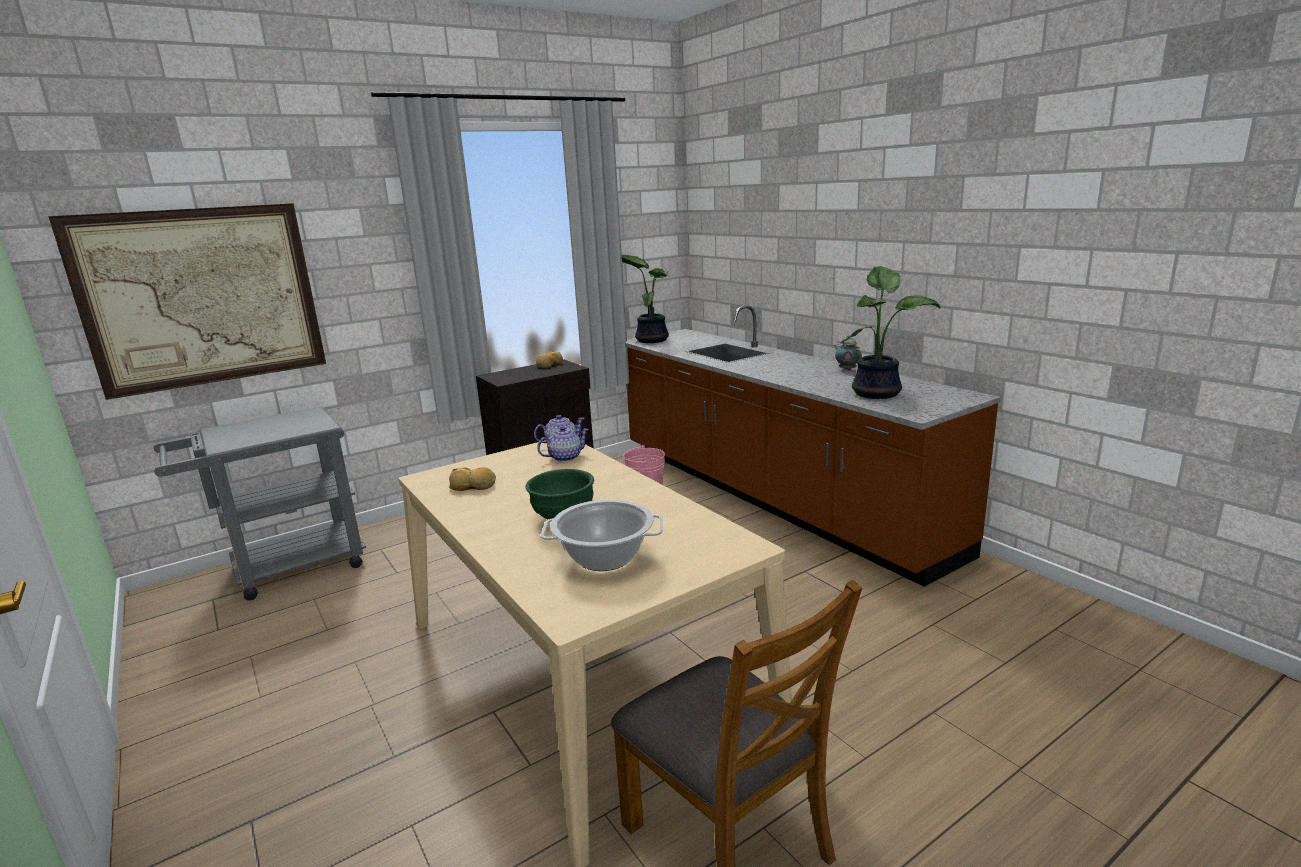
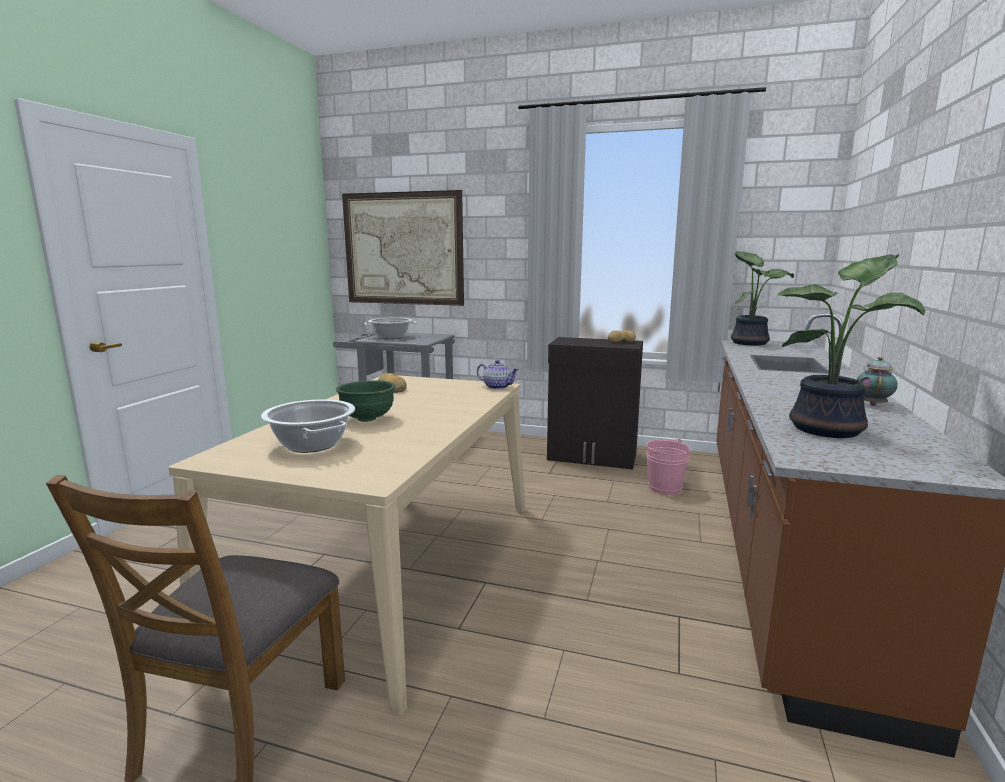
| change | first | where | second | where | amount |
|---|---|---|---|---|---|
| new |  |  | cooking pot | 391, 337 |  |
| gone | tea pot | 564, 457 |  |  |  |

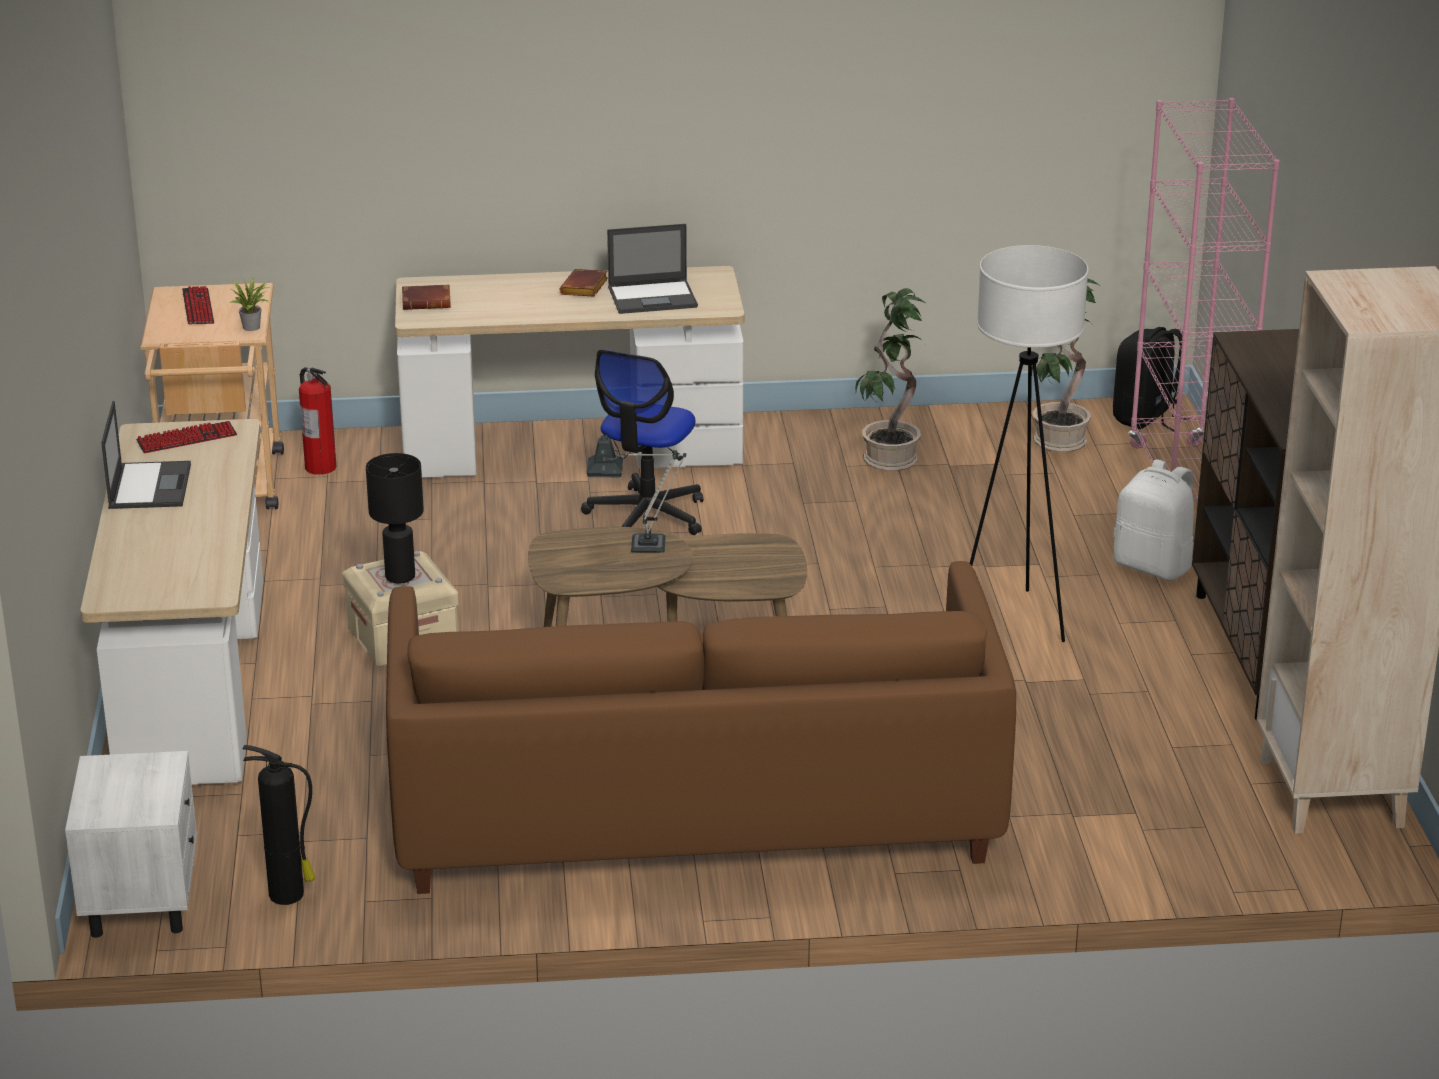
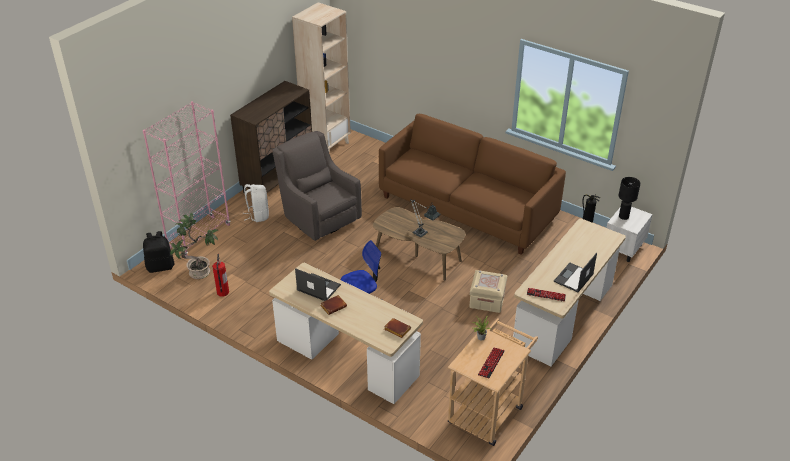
| change | first | where | second | where | amount |
|---|---|---|---|---|---|
| shifted | extinguisher | 320, 467 |  | 223, 292 |  |
| swapped | white floor lamp | 1013, 620 | greyish lounge chair | 319, 218 |  |
| shifted | black tabletop lamp | 400, 577 |  | 623, 216 |  |
| gone | plant in a pot | 888, 458 |  |  |  |

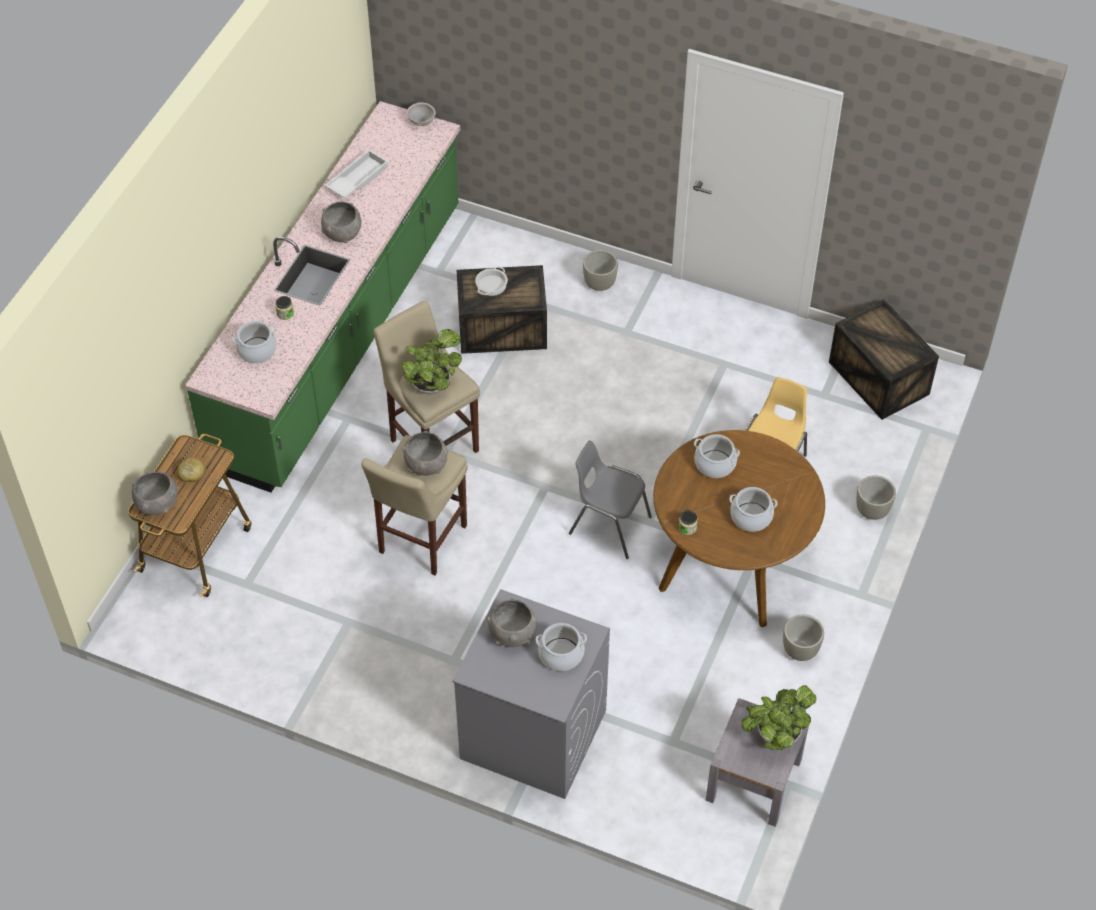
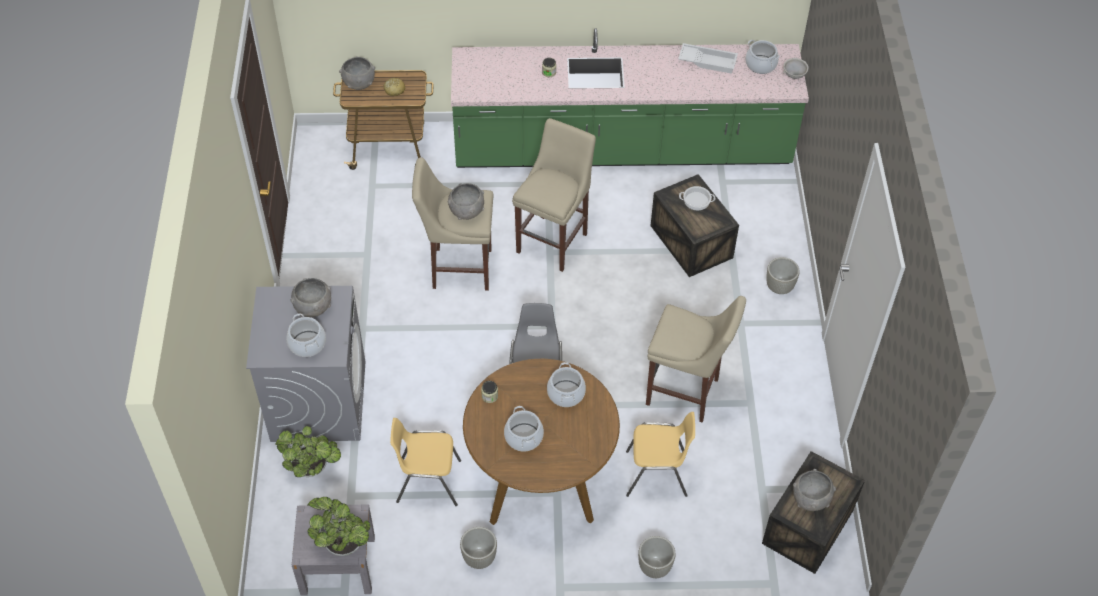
| change | first | where | second | where | amount |
|---|---|---|---|---|---|
| shifted | plant in a pot | 433, 384 |  | 313, 468 |  |
| new |  |  | yellow-coloured chair | 428, 481 |  |
| new |  |  | sand-coloured stool seat | 686, 393 |  |
| shifted | cooking pot | 257, 350 |  | 760, 65 |  |
| shifted | greyish serving bowl | 342, 234 |  | 810, 499 |  |

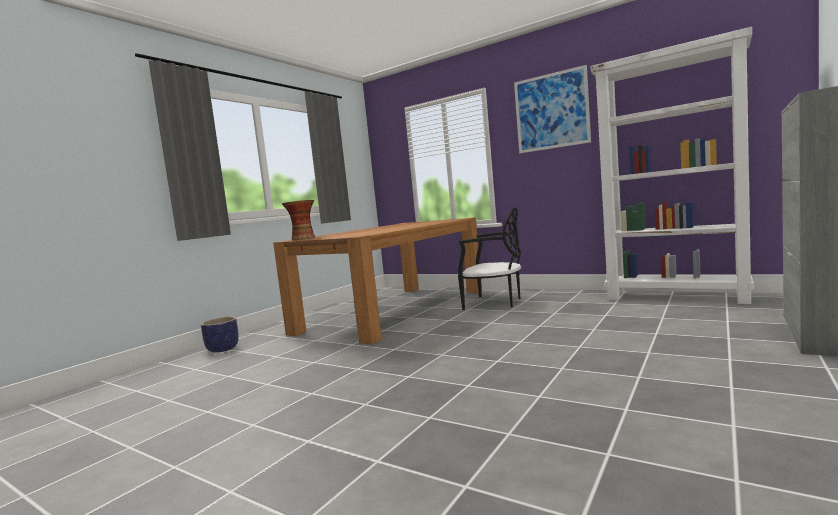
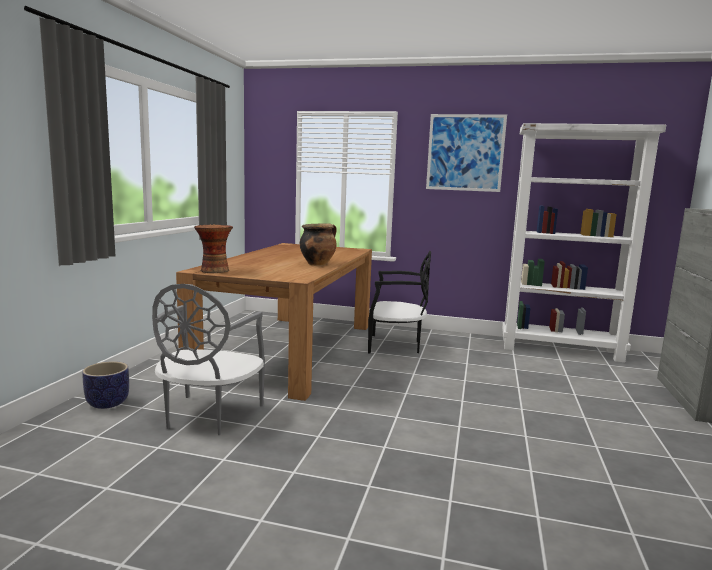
| change | first | where | second | where | amount |
|---|---|---|---|---|---|
| new |  |  | greyish chair | 208, 416 |  |
| new |  |  | cooking pot | 318, 264 |  |

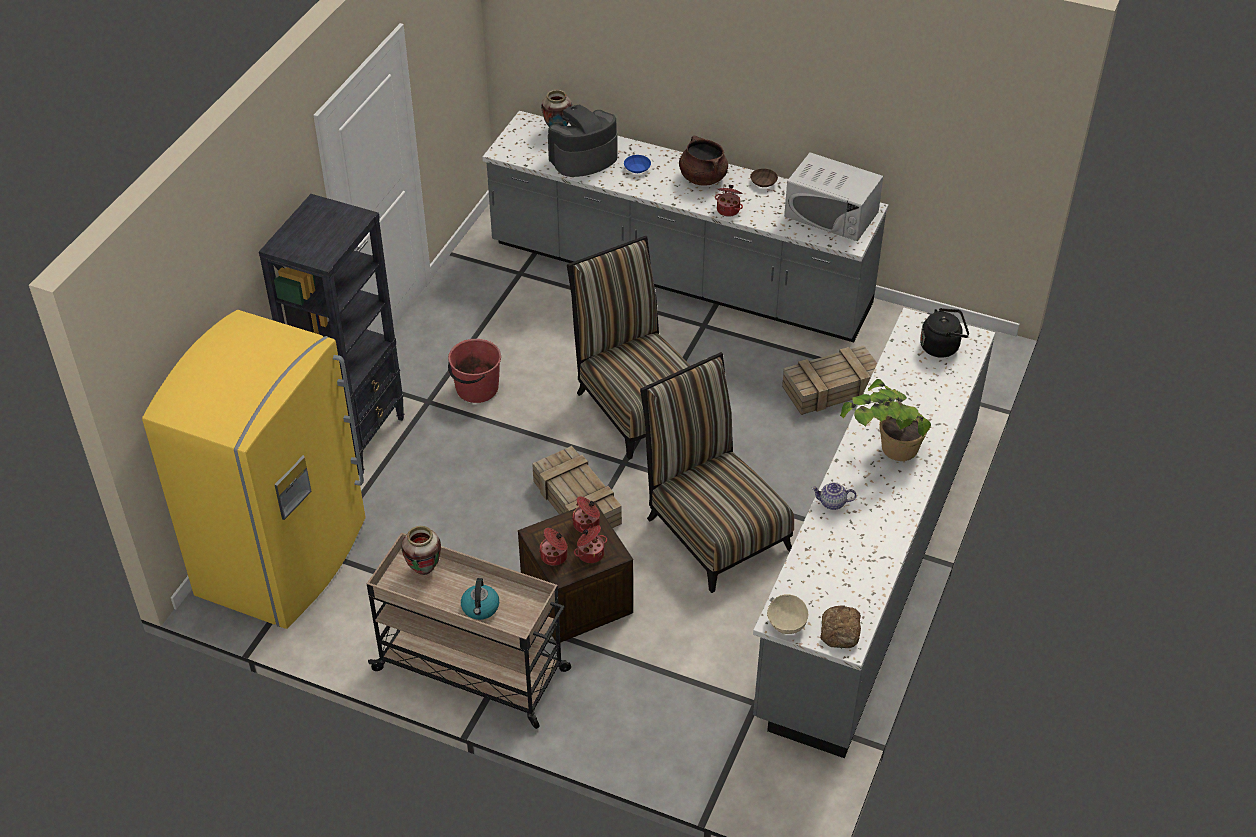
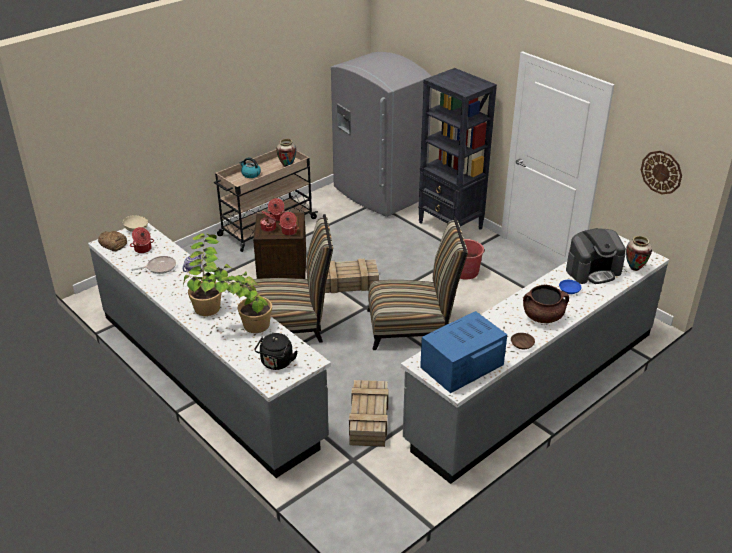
| change | first | where | second | where | amount |
|---|---|---|---|---|---|
| shifted | cooking pot | 728, 209 |  | 143, 249 |  |
| new |  |  | pan | 159, 267 |  |
| new |  |  | plant in a pot | 242, 325 |  |
| repainted | yellow-coloured kitchen fridge | 285, 558 | greyish kitchen fridge | 378, 194 |  |
| repainted | white microwave oven | 831, 214 | blue-coloured microwave oven | 461, 366 |  |
| rotated | coffee brewer | 583, 158 |  | 593, 271 | 75 degrees clockwise |
| new |  |  | clock on the wall | 661, 172 |  |

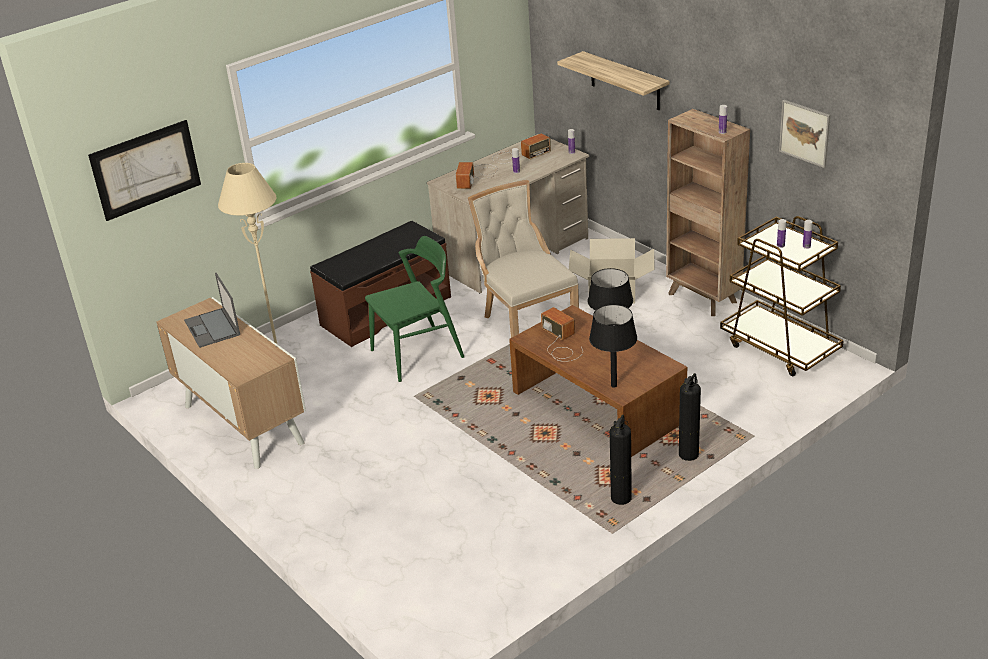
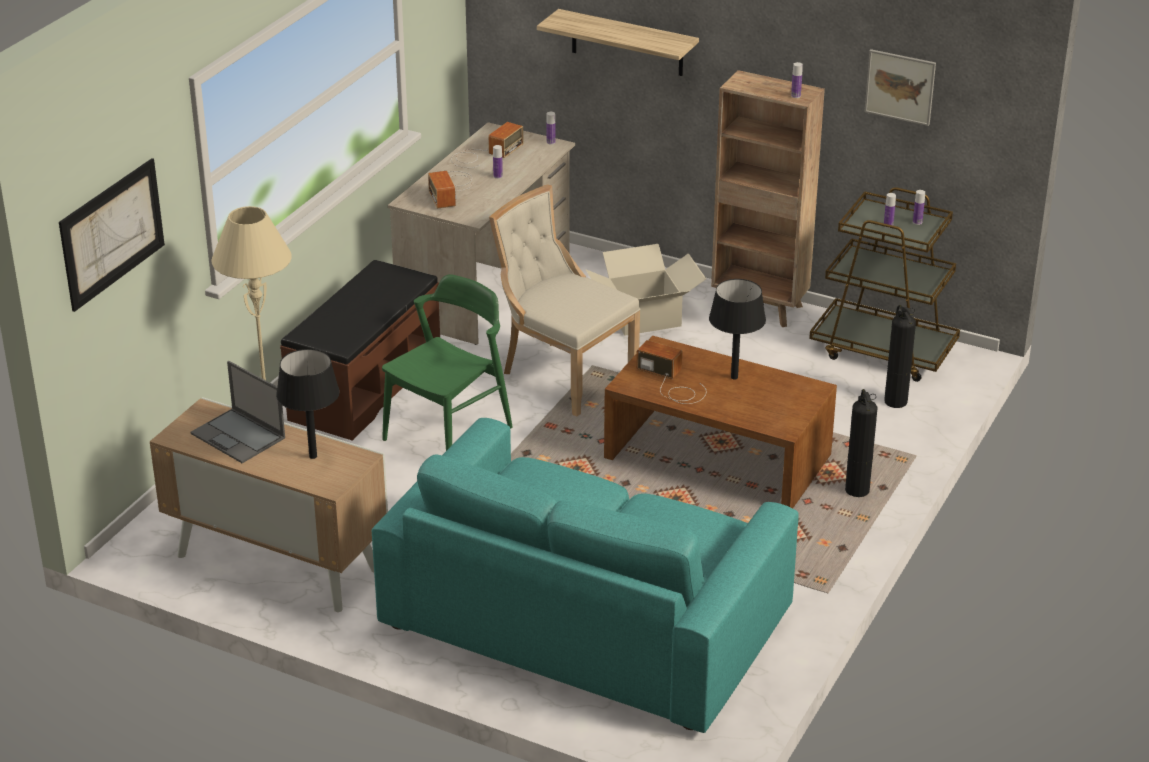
| change | first | where | second | where | amount |
|---|---|---|---|---|---|
| shifted | black tabletop lamp | 614, 385 |  | 313, 456 |  |
| new |  |  | turquoise sofa | 587, 616 |  |
| shifted | extinguisher | 621, 497 |  | 895, 401 |  |

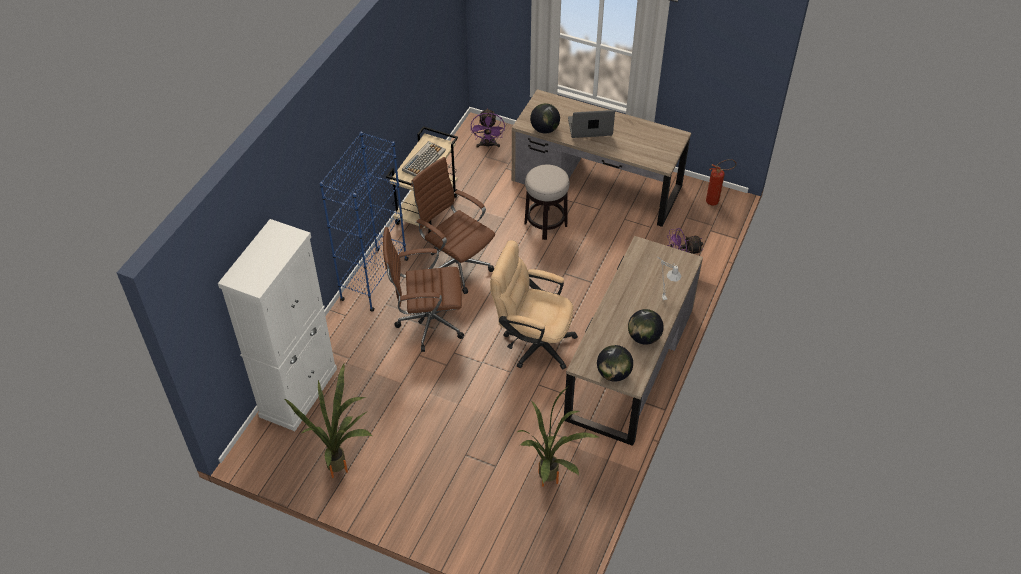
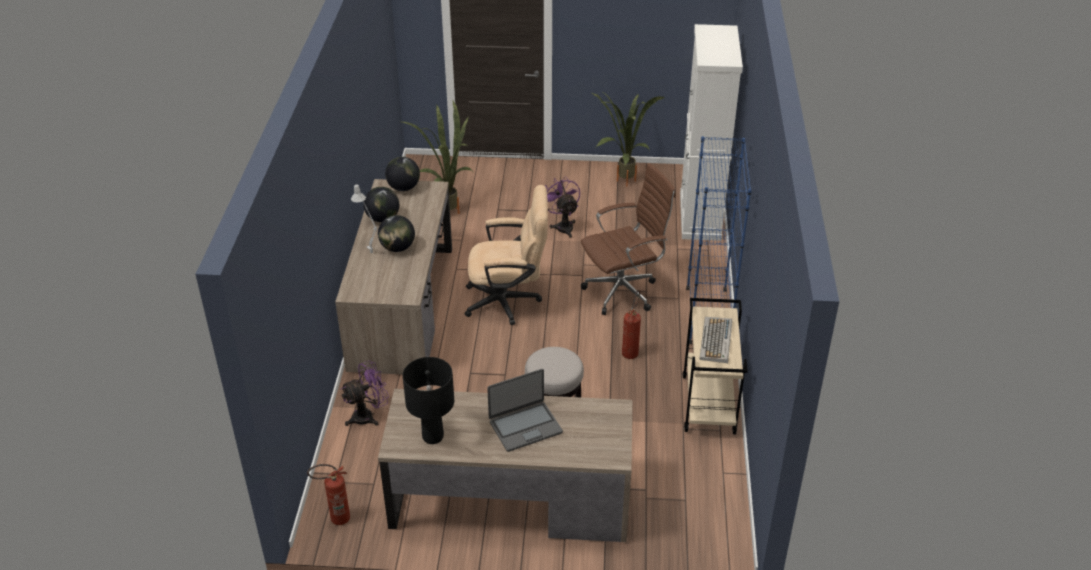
| change | first | where | second | where | amount |
|---|---|---|---|---|---|
| shifted | globe | 544, 129 |  | 397, 248 |  |
| new |  |  | black tabletop lamp | 432, 436 |  |
| shifted | purple electric fan | 488, 145 |  | 563, 226 |  |
| swapped | brown computer chair | 456, 266 | extinguisher | 631, 351 |  |

